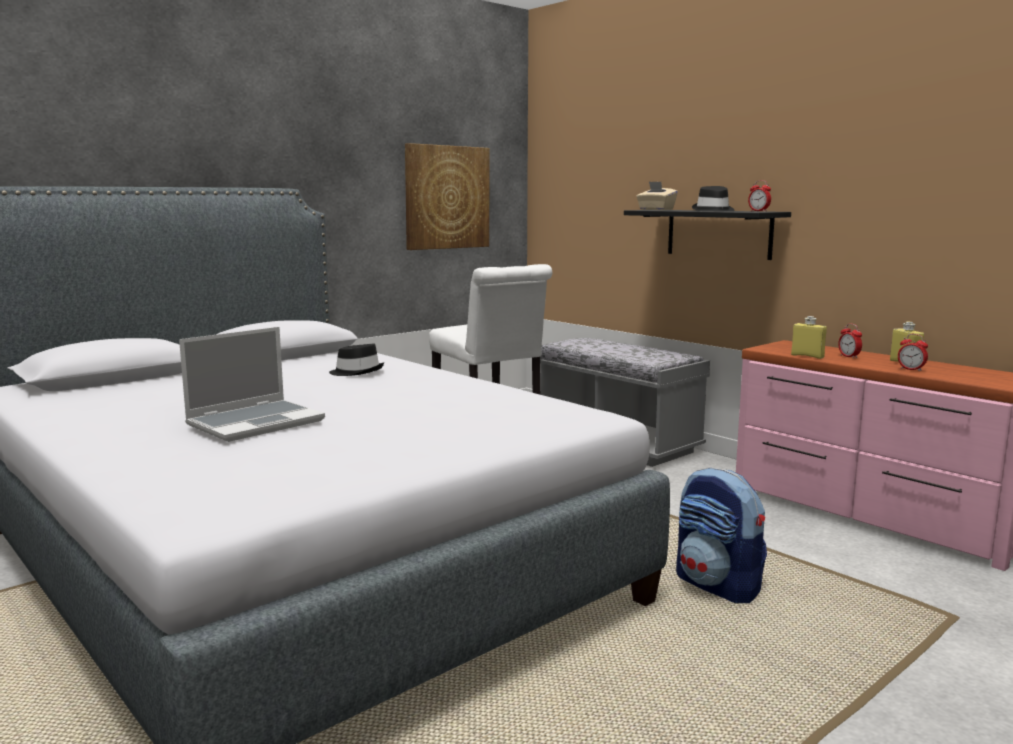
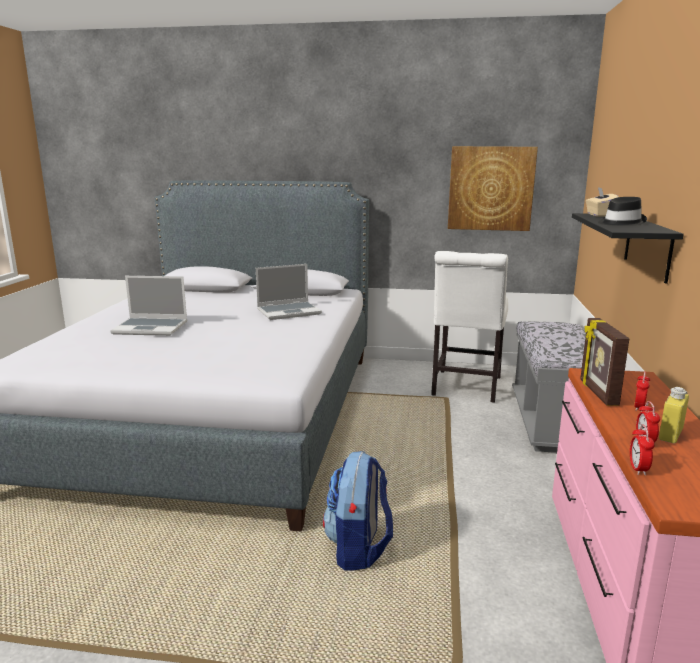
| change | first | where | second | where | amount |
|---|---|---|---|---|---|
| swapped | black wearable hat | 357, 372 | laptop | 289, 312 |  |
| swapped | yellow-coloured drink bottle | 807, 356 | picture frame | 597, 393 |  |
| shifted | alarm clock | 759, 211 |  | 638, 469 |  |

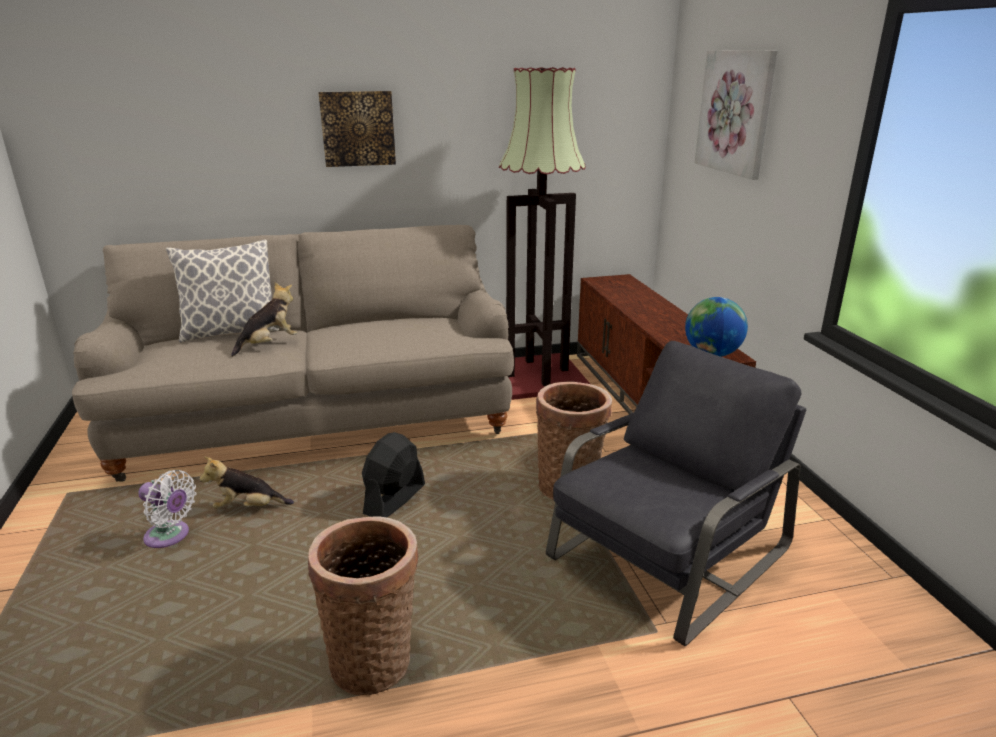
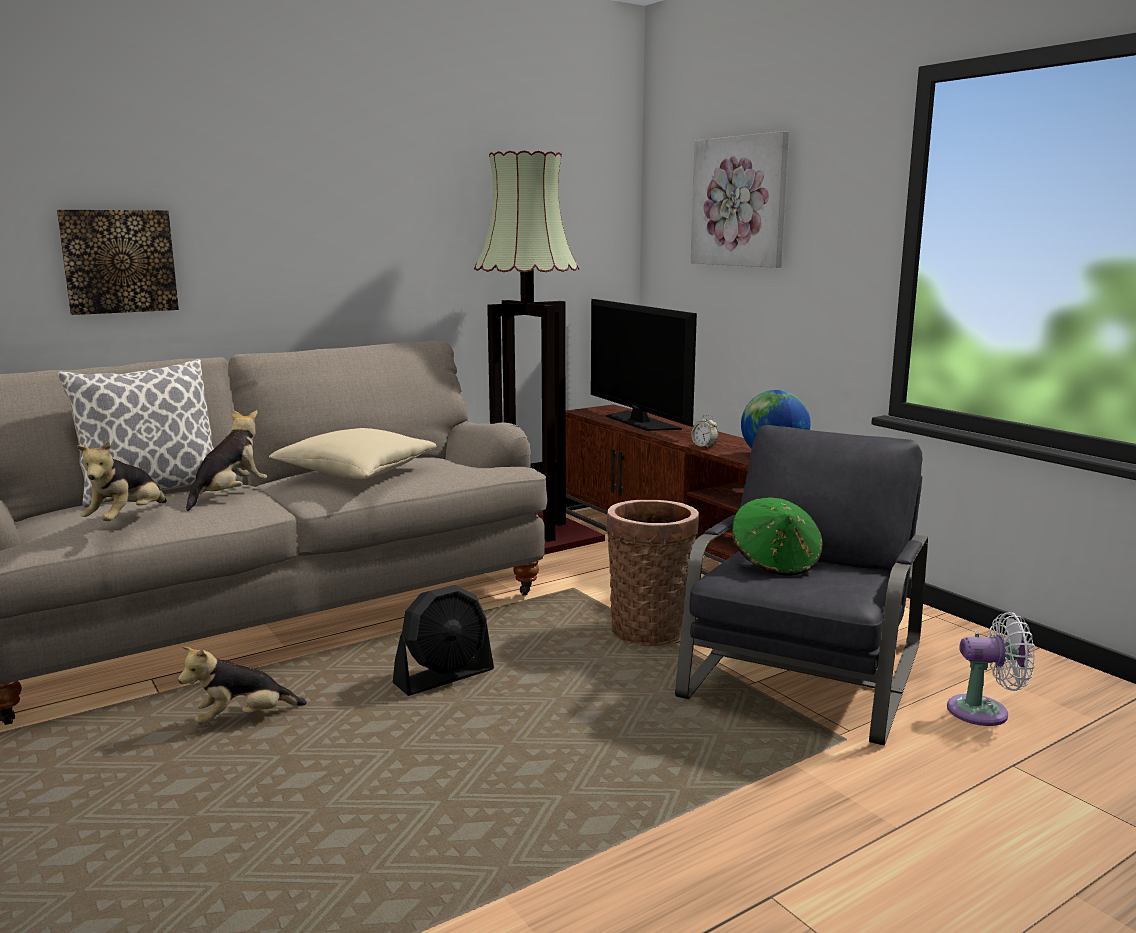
| change | first | where | second | where | amount |
|---|---|---|---|---|---|
| shifted | picture | 358, 128 |  | 119, 261 |  |
| new |  |  | plush toy | 127, 519 |  |
| new |  |  | sand-coloured cushion | 356, 473 |  |
| rotated | black electric fan | 394, 499 |  | 444, 677 | 135 degrees counterclockwise |
| new |  |  | television | 639, 422 |  |
| new |  |  | alarm clock | 704, 446 |  |
| new |  |  | green-coloured wearable hat | 775, 563 |  |
| shifted | white electric fan | 170, 536 |  | 984, 711 |  |
| gone | storage basket | 374, 658 |  |  |  |

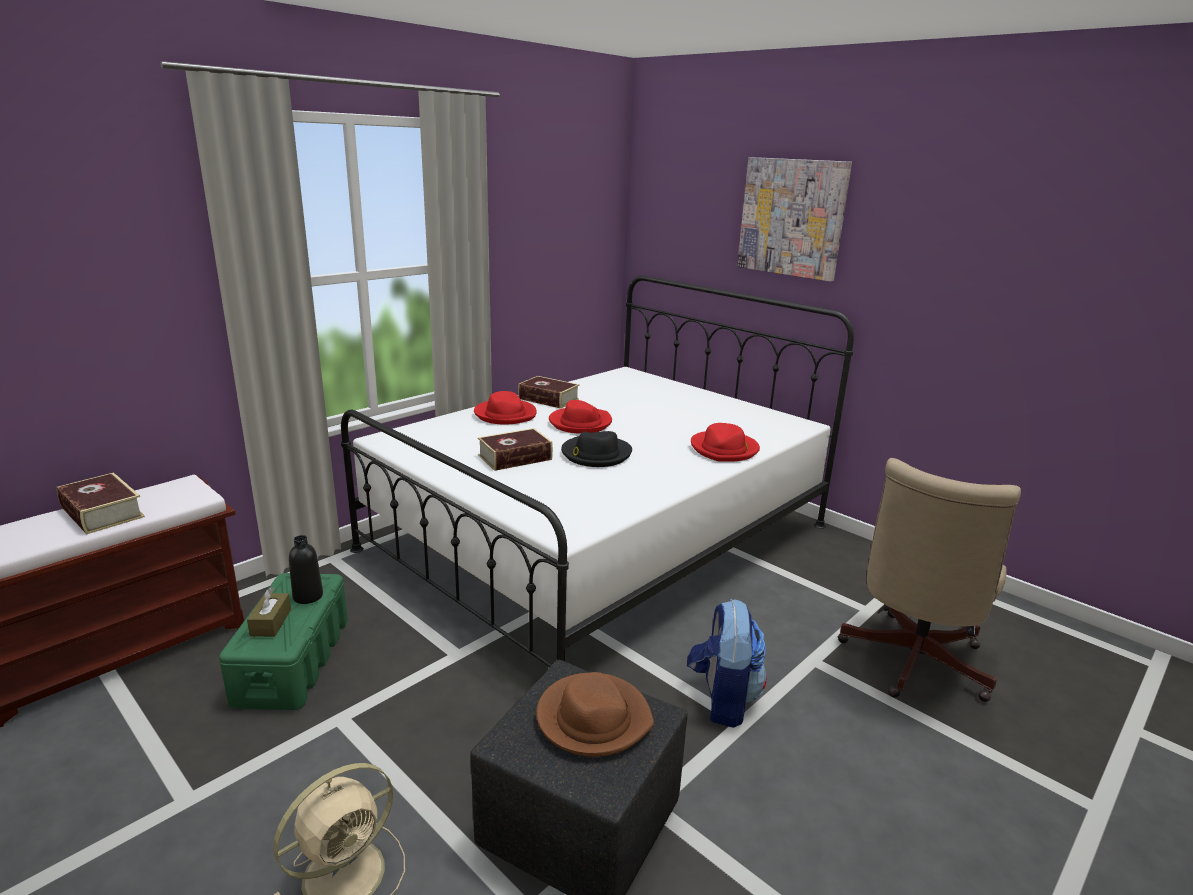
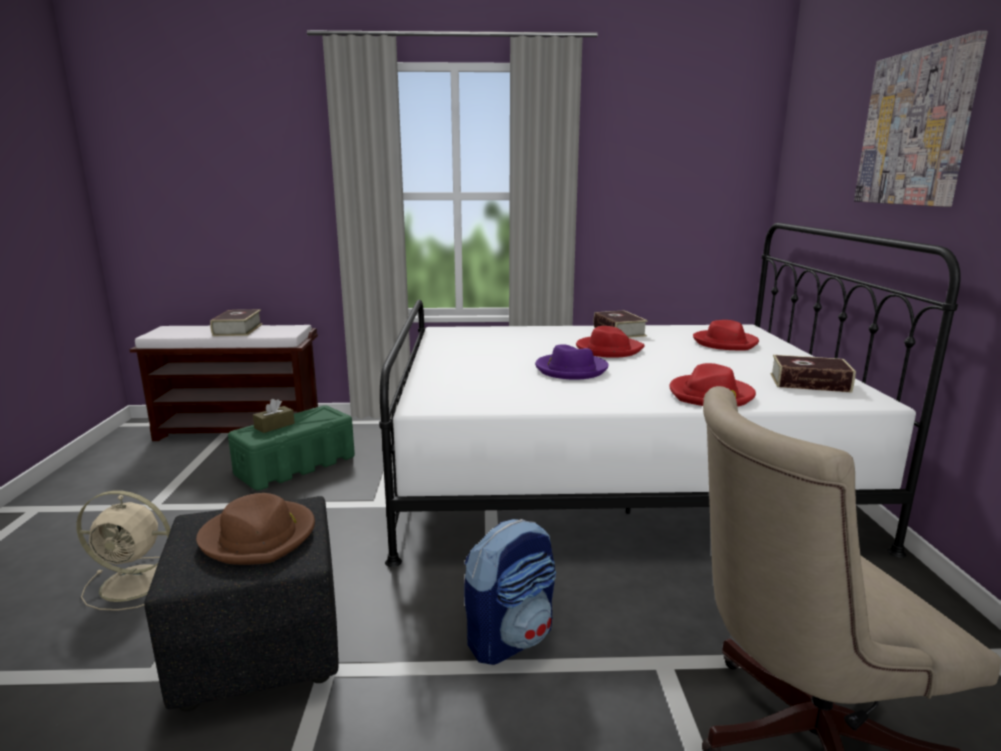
| change | first | where | second | where | amount |
|---|---|---|---|---|---|
| repainted | black wearable hat | 595, 454 | purple wearable hat | 571, 369 |  |
| shifted | red wearable hat | 505, 414 |  | 725, 343 |  |
| shifted | book | 515, 457 |  | 809, 383 |  |
| gone | black drink bottle | 308, 596 |  |  |  |

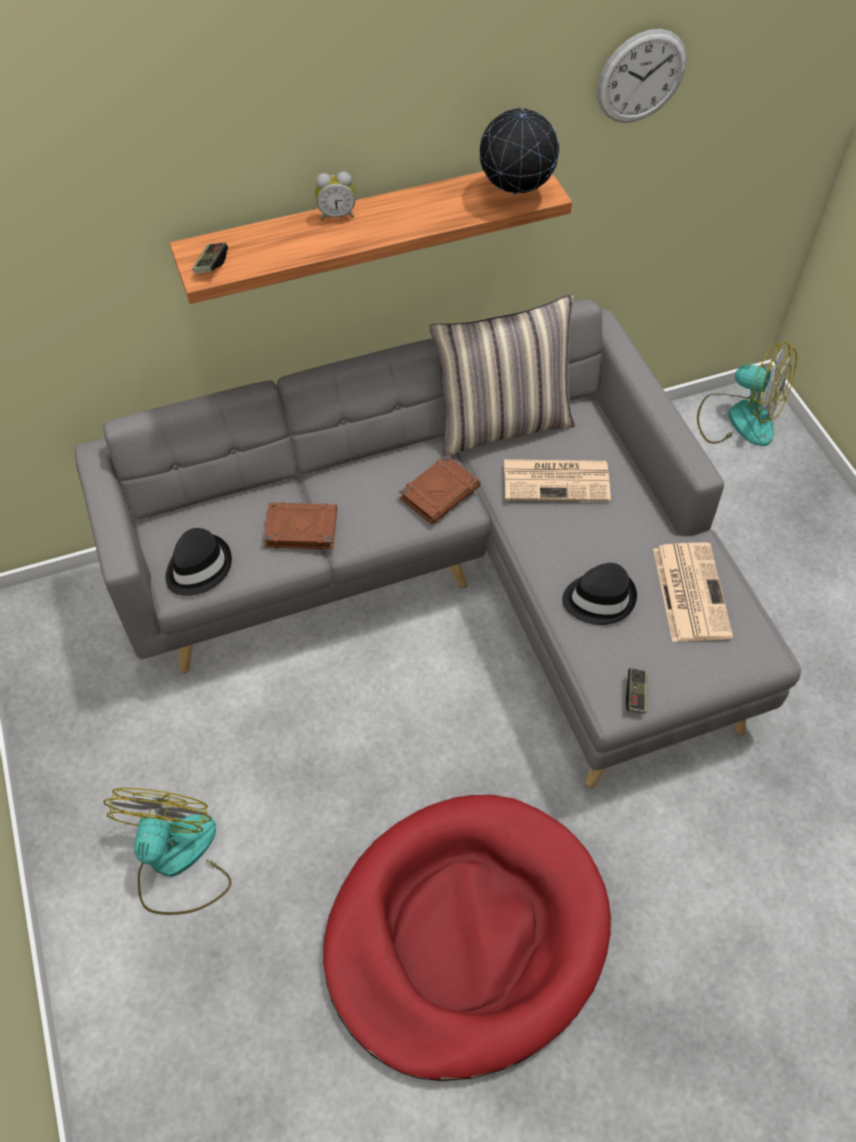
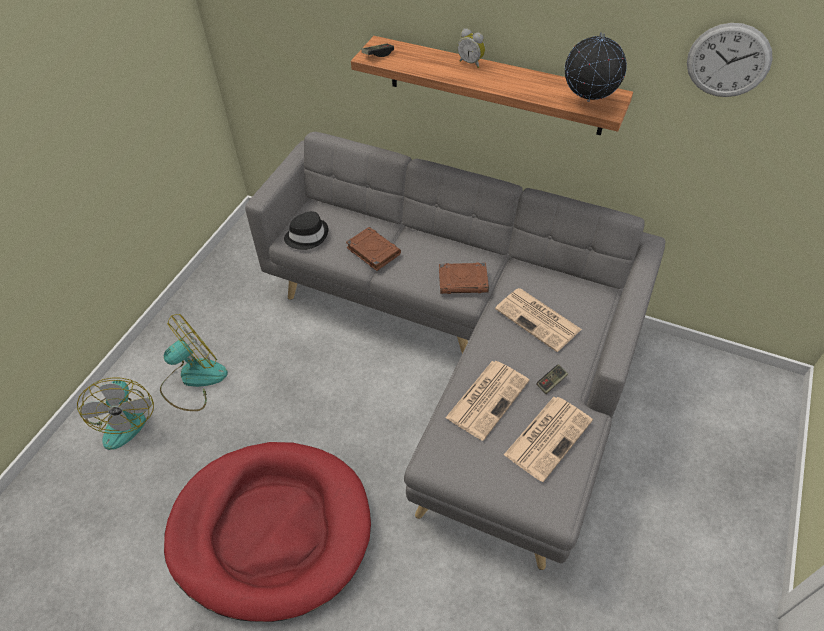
| change | first | where | second | where | amount |
|---|---|---|---|---|---|
| shifted | electric fan | 738, 418 |  | 124, 418 |  |
| swapped | black wearable hat | 599, 598 | newspaper | 488, 398 |  |
| shifted | game controller | 636, 694 |  | 551, 382 |  |
| gone | cushion | 502, 423 |  |  |  |

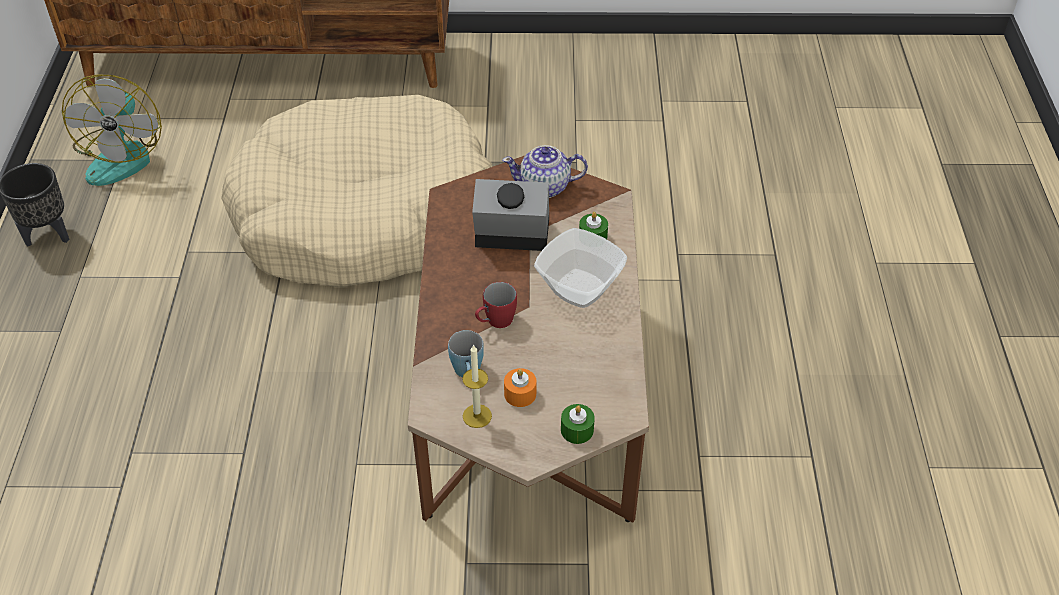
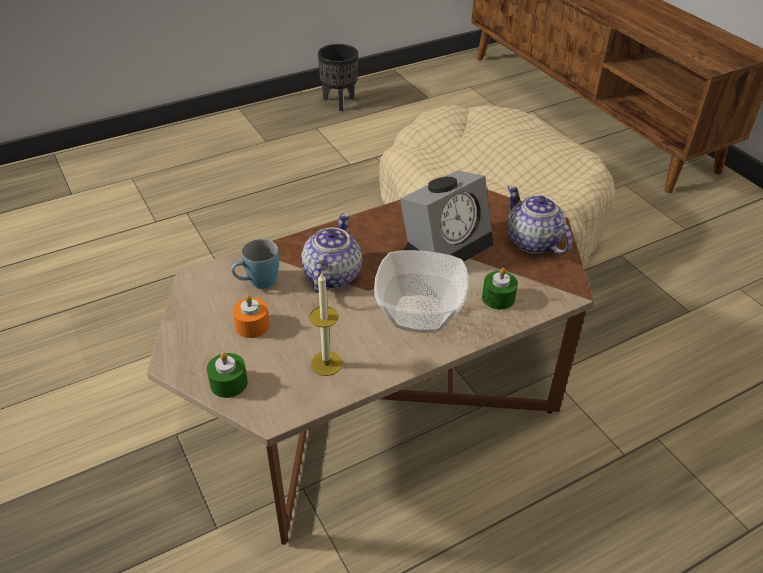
| change | first | where | second | where | amount |
|---|---|---|---|---|---|
| swapped | red coffee mug | 495, 322 | tea pot | 331, 276 |  |
| shifted | candle | 477, 416 |  | 326, 363 |  |
| rotated | alarm clock | 509, 235 |  | 447, 244 | 75 degrees clockwise |
| gone | electric fan | 122, 155 |  |  |  |

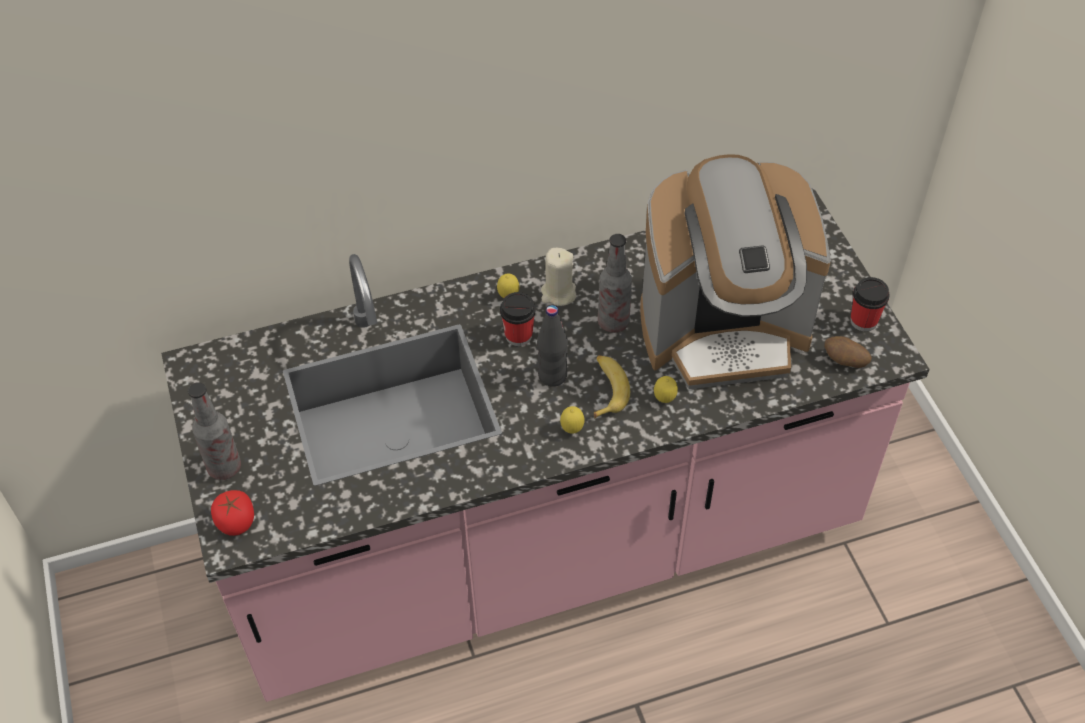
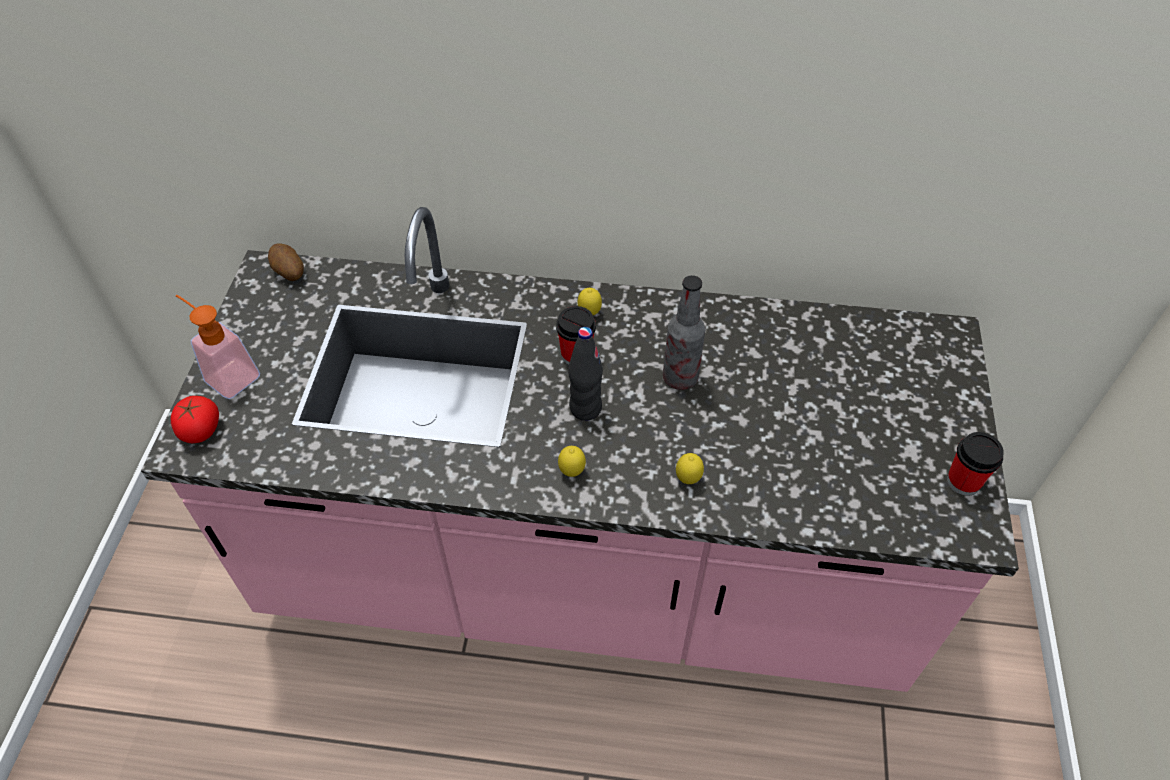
| change | first | where | second | where | amount |
|---|---|---|---|---|---|
| swapped | drink bottle | 224, 467 | soap bottle | 226, 374 |  |
| shifted | whole potato | 844, 361 |  | 289, 273 |  |
| gone | sand-coloured candle | 558, 293 |  |  |  |
| gone | whole banana | 606, 389 |  |  |  |
| gone | coffee brewer | 723, 332 |  |  |  |

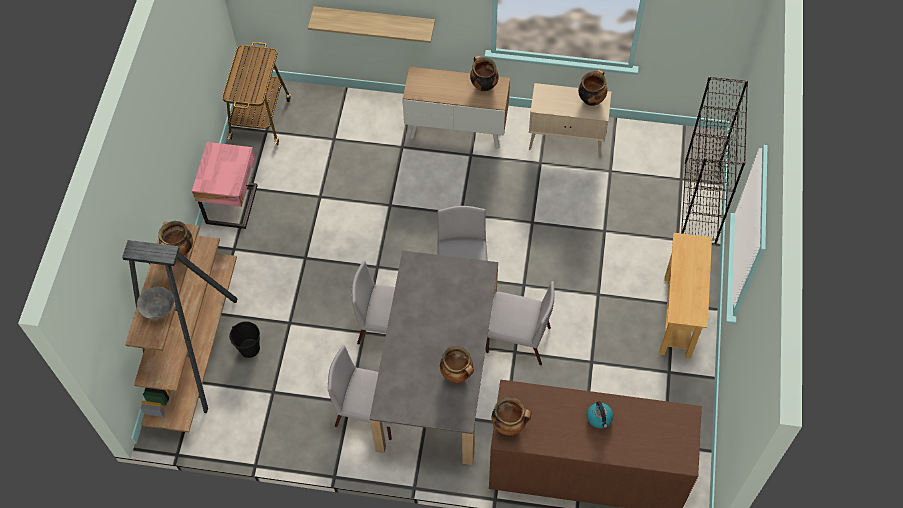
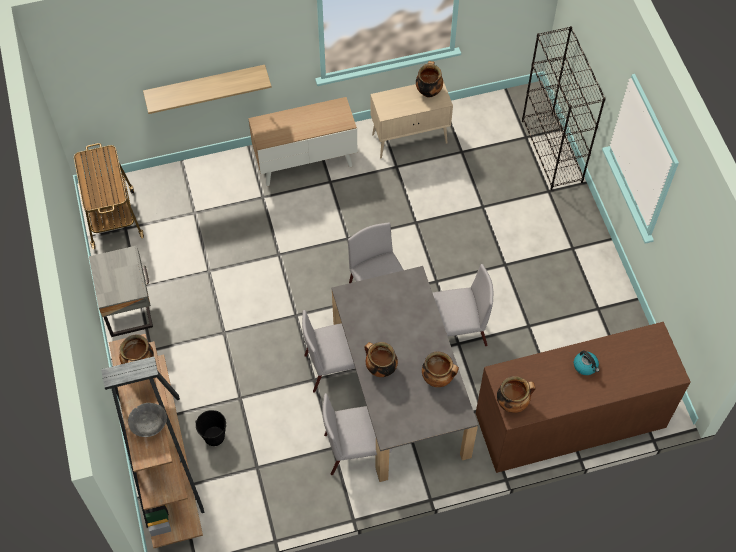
| change | first | where | second | where | amount |
|---|---|---|---|---|---|
| repainted | pink-coloured bedside table | 234, 204 | greyish bedside table | 129, 309 |  |
| shifted | cooking pot | 483, 85 |  | 380, 368 |  |
| gone | sand-coloured hall table | 677, 316 |  |  |  |

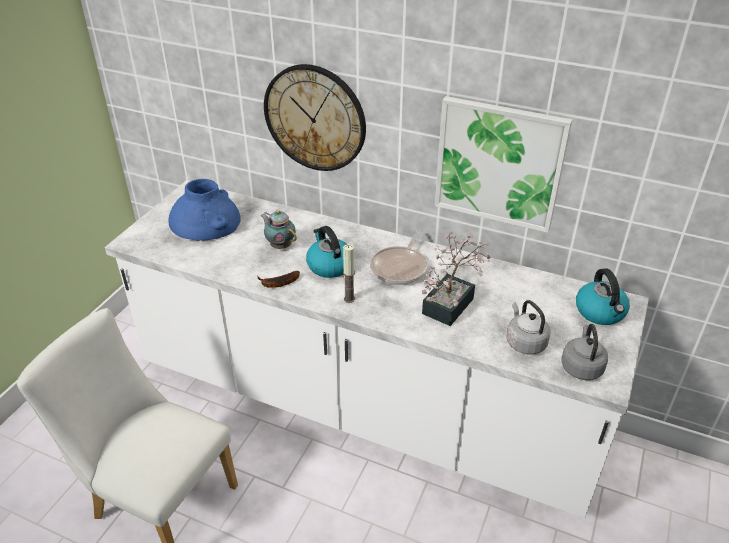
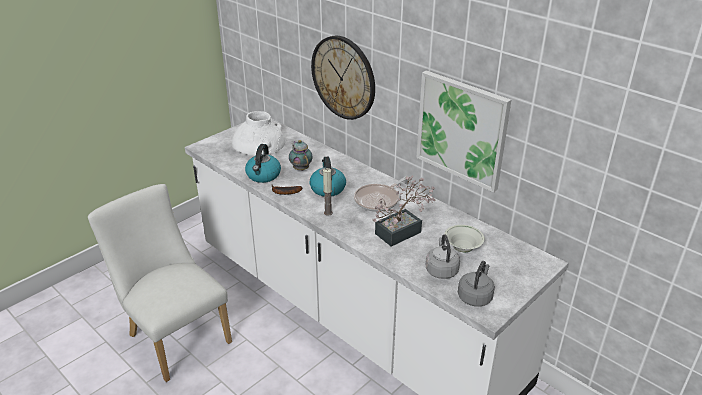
| change | first | where | second | where | amount |
|---|---|---|---|---|---|
| repainted | blue-coloured vase | 205, 221 | white vase | 259, 143 |  |
| shifted | kettle | 600, 312 |  | 263, 175 |  |
| new |  |  | white serving bowl | 462, 248 |  |

